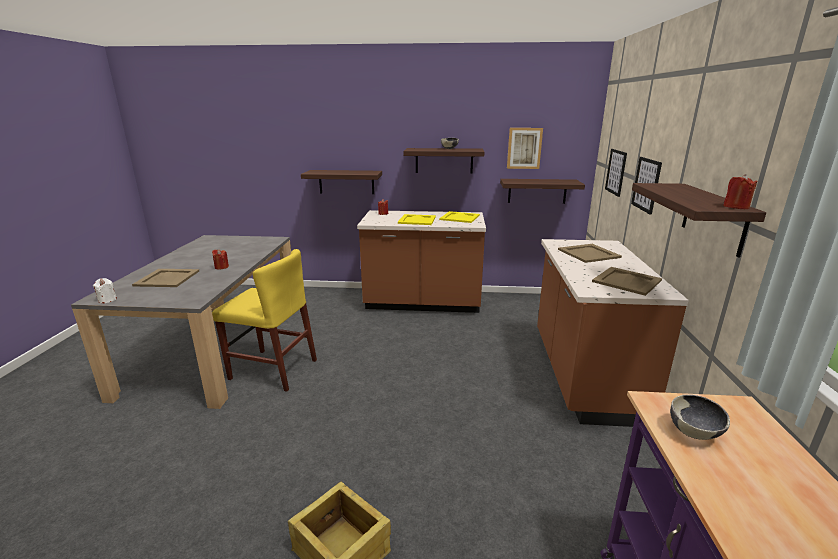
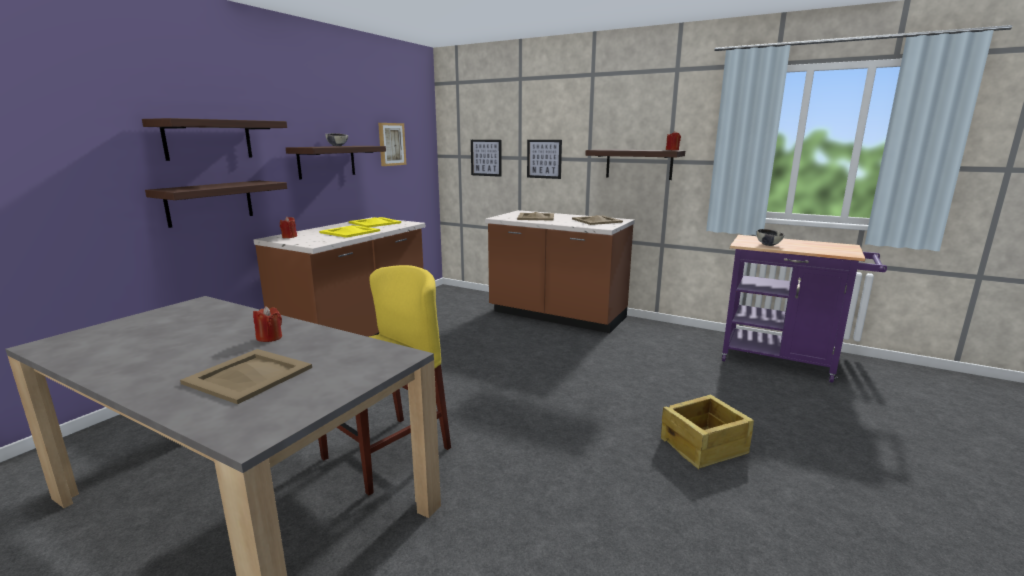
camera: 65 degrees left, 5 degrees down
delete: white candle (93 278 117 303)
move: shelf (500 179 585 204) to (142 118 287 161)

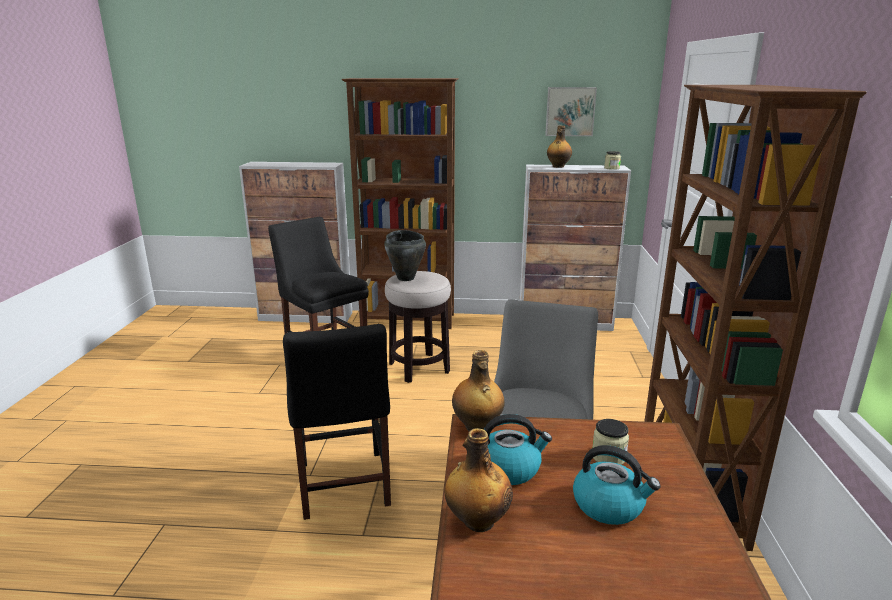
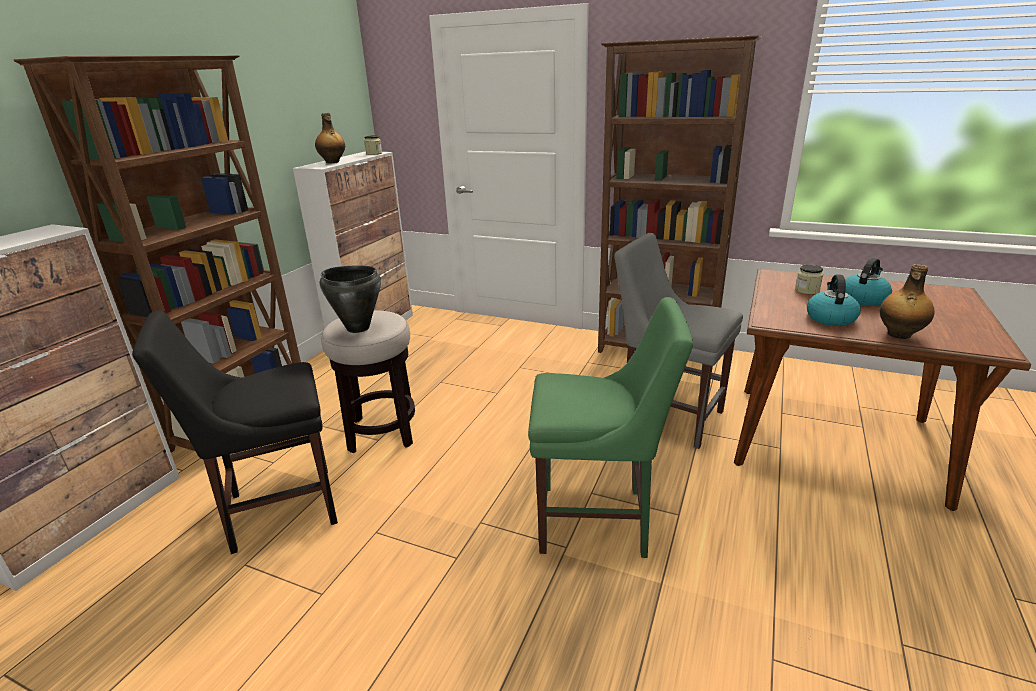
camera: 70 degrees left, 5 degrees up
delete: bottle (452 350 505 431); picture (545 87 597 136)
recolor: black chair (283 324 391 520) to green chair (528 297 693 558)

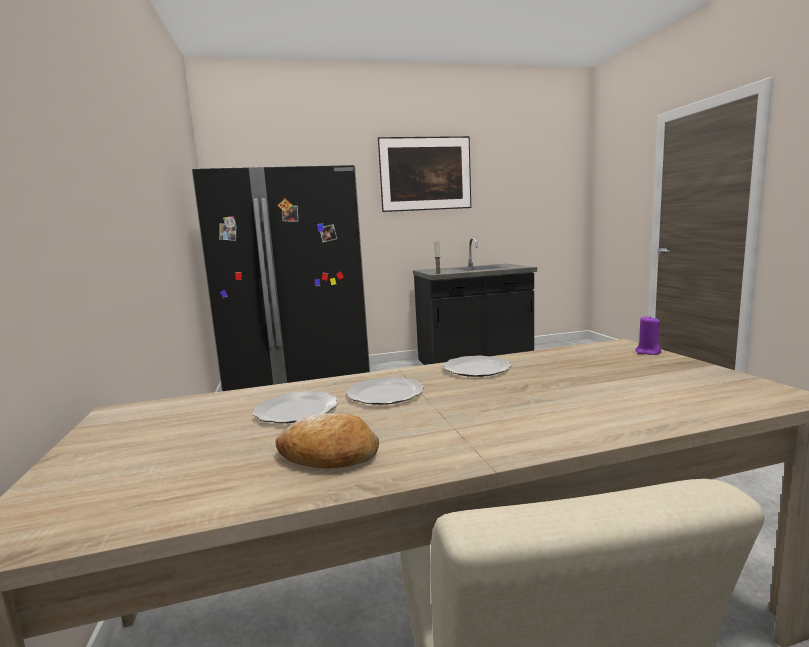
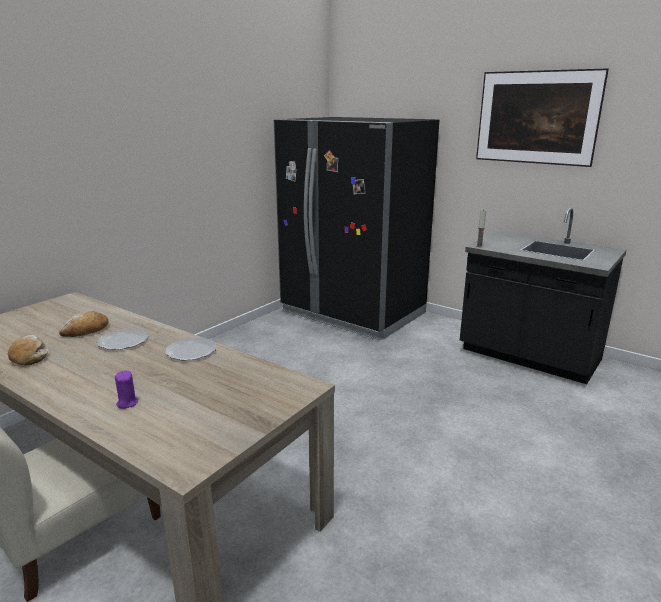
camera: 50 degrees right, 10 degrees up
move: purple candle (635 316 661 355) to (115 370 138 409)
replace: plate (253 391 337 423) to bread (59 311 109 337)

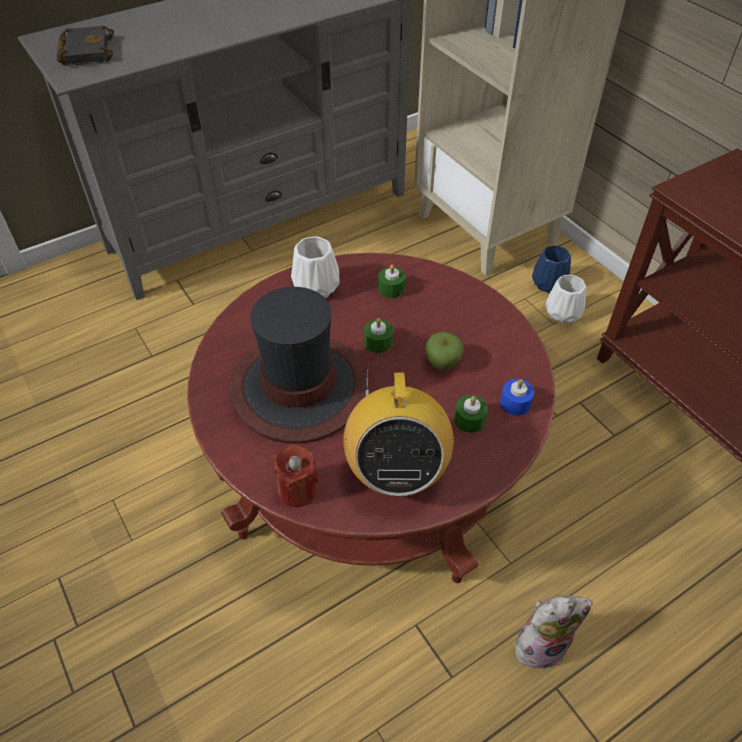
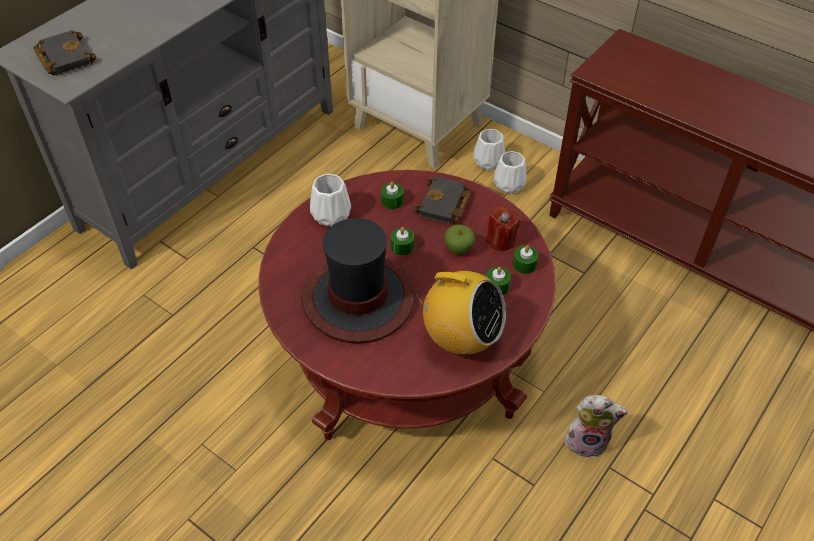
camera: 20 degrees left, 0 degrees up
insert: black book (413 176 472 224)
move: red candle (273 445 318 507) to (486 207 520 251)
recolor: blue vase (532 245 571 293) to white vase (474 129 505 170); blue candle (500 379 534 416) to green candle (513 245 538 274)
rotate: radio (343 368 454 496) = (415 271 506 355) 45 degrees counterclockwise; plush toy (515 596 593 669) = (564 395 628 458) 45 degrees clockwise

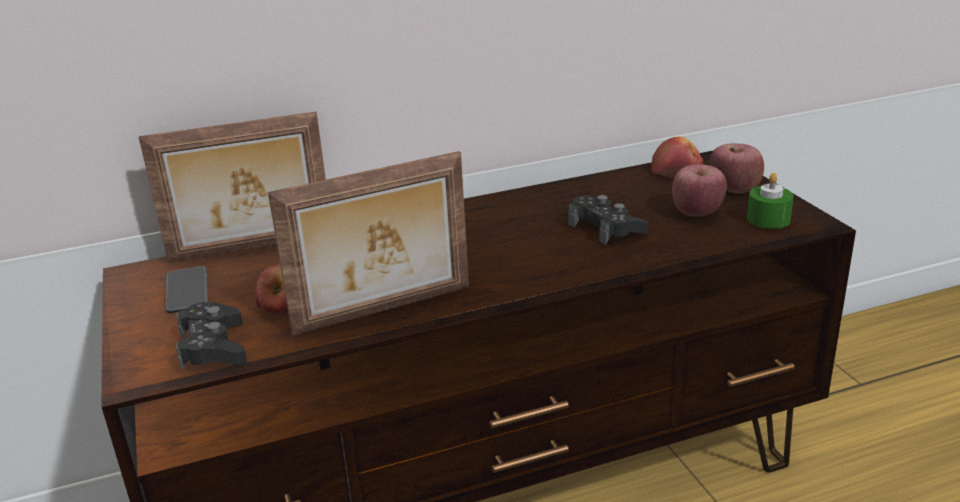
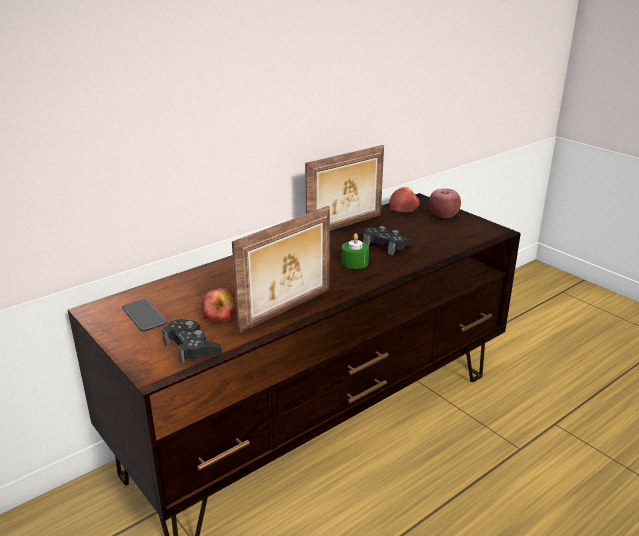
camera: 20 degrees left, 0 degrees up
delete: apple (672 164 727 217)
move: picture frame (139 112 326 263) to (305 145 384 231); green candle (747 173 794 229) to (342 233 369 269)

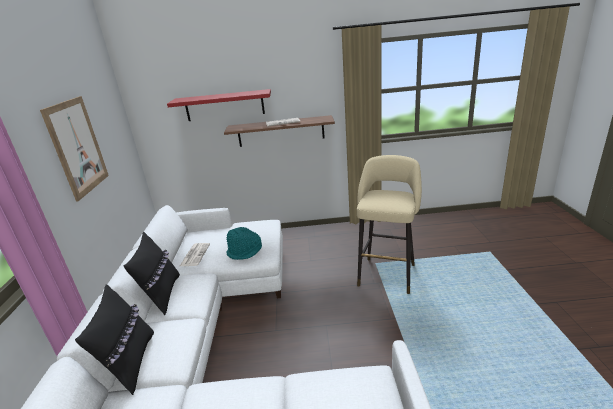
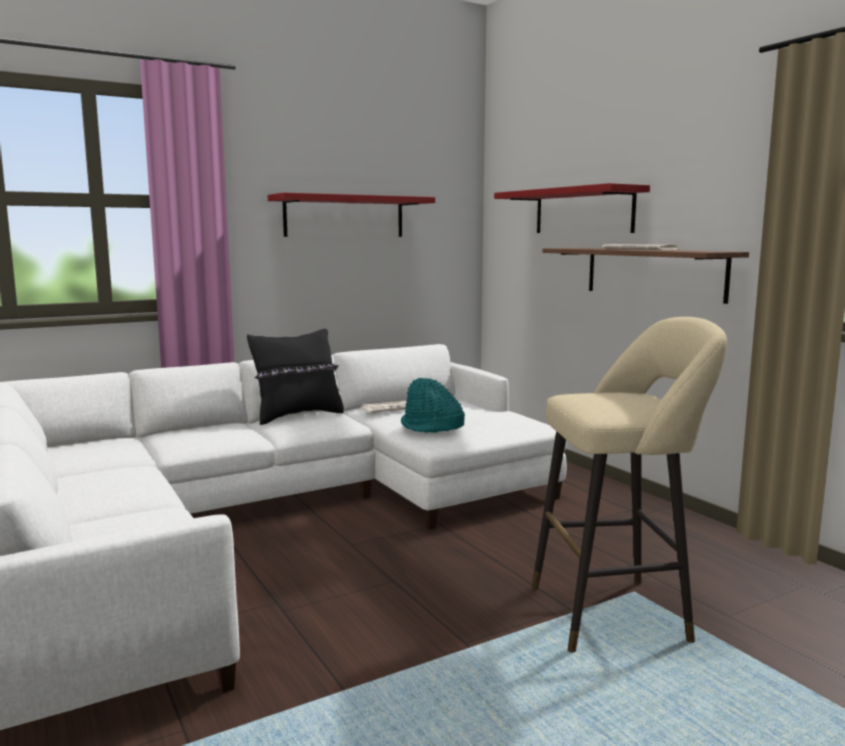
camera: 60 degrees right, 15 degrees down
delete: black pillow (75 284 154 395)
replace: picture (40 96 109 202) to red shelf (268 193 435 237)

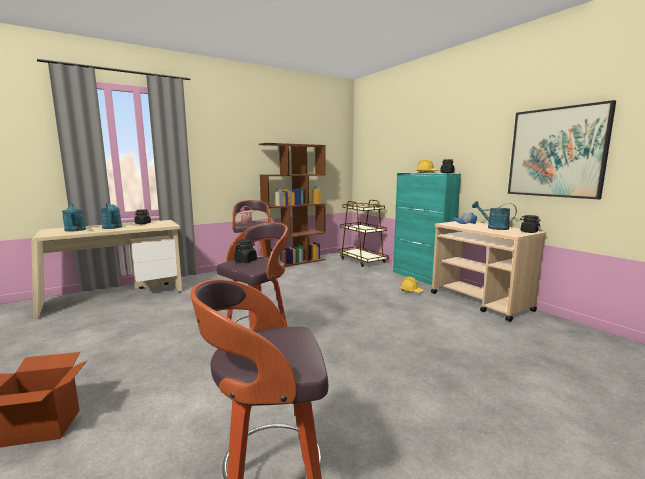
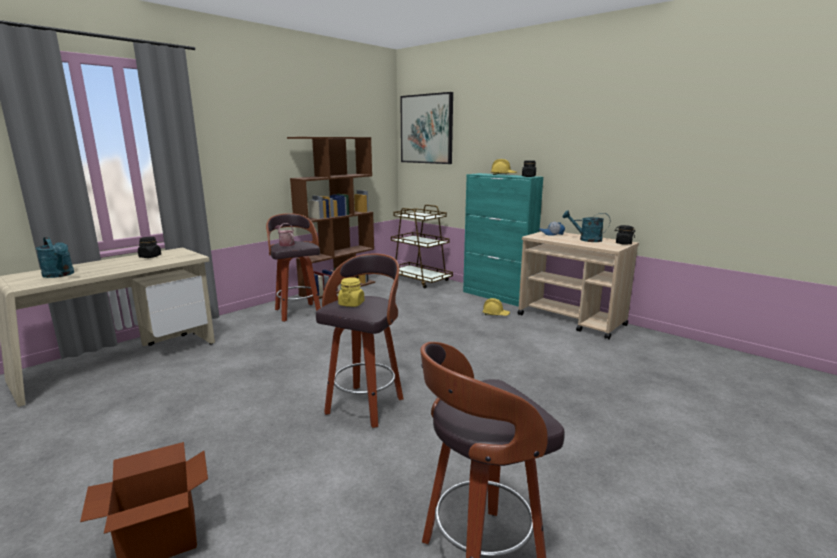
camera: 15 degrees left, 5 degrees up
delete: turquoise watering can (100 203 122 229)
move: picture (508 100 616 199) to (400 92 453 164)
recolor: black jar (234 239 257 263) to yellow jar (338 278 364 307)

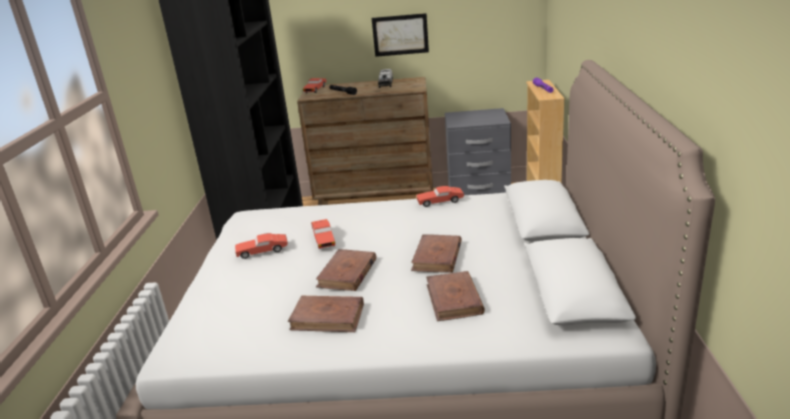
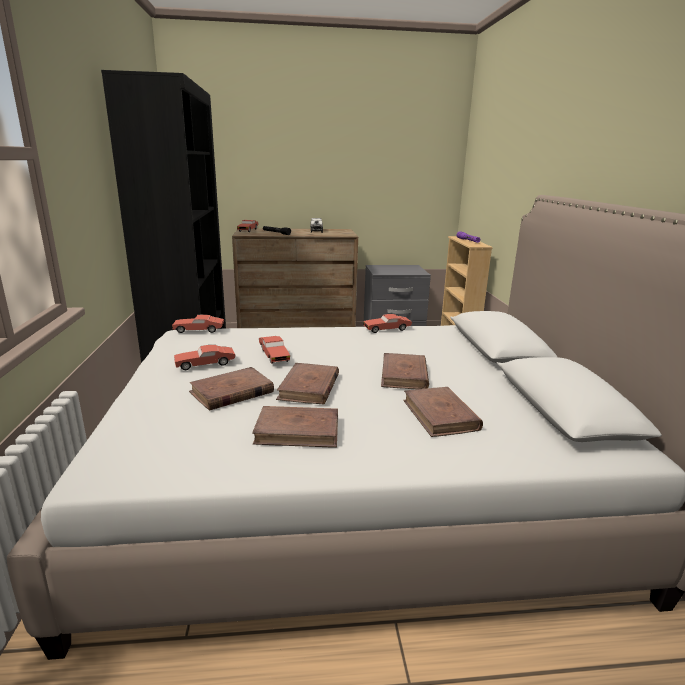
camera: 10 degrees left, 5 degrees down
delete: picture (372 13 429 57)
insert: red toy car (172 315 224 333); brown book (189 367 274 411)

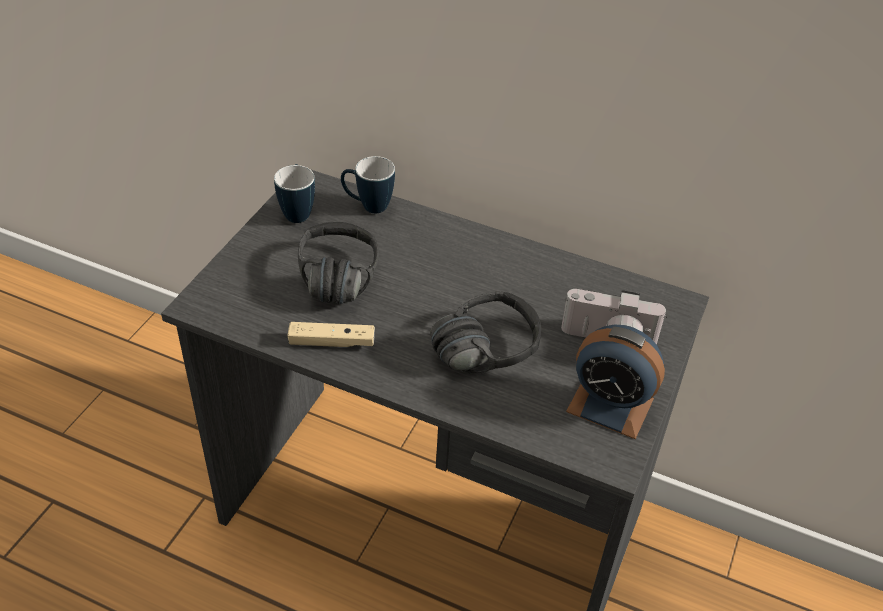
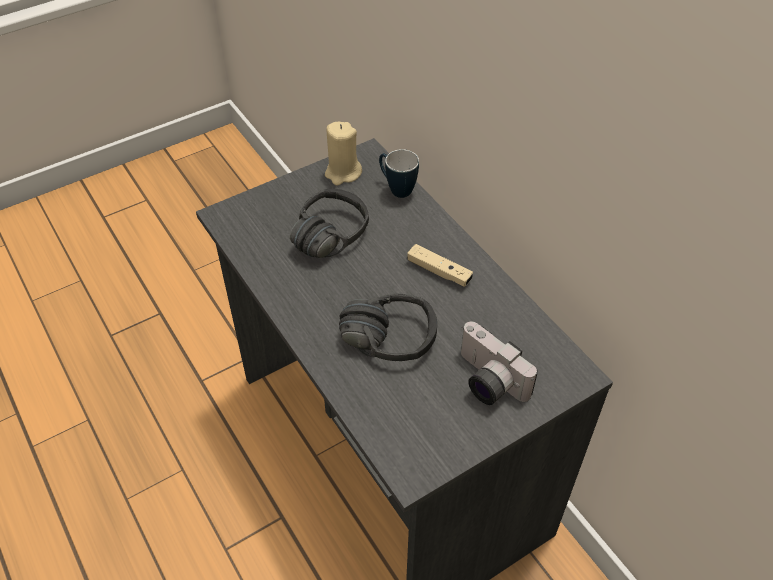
camera: 35 degrees right, 5 degrees up
delete: alarm clock (566 325 665 439)
move: beige game controller (287 322 375 347) to (407 244 473 287)
replace: mug (274 164 315 223) to beige candle (325 122 362 185)

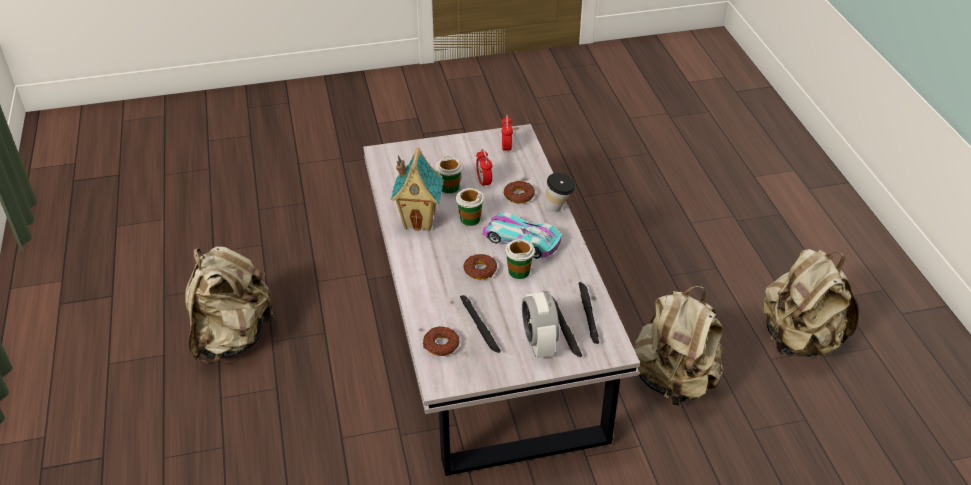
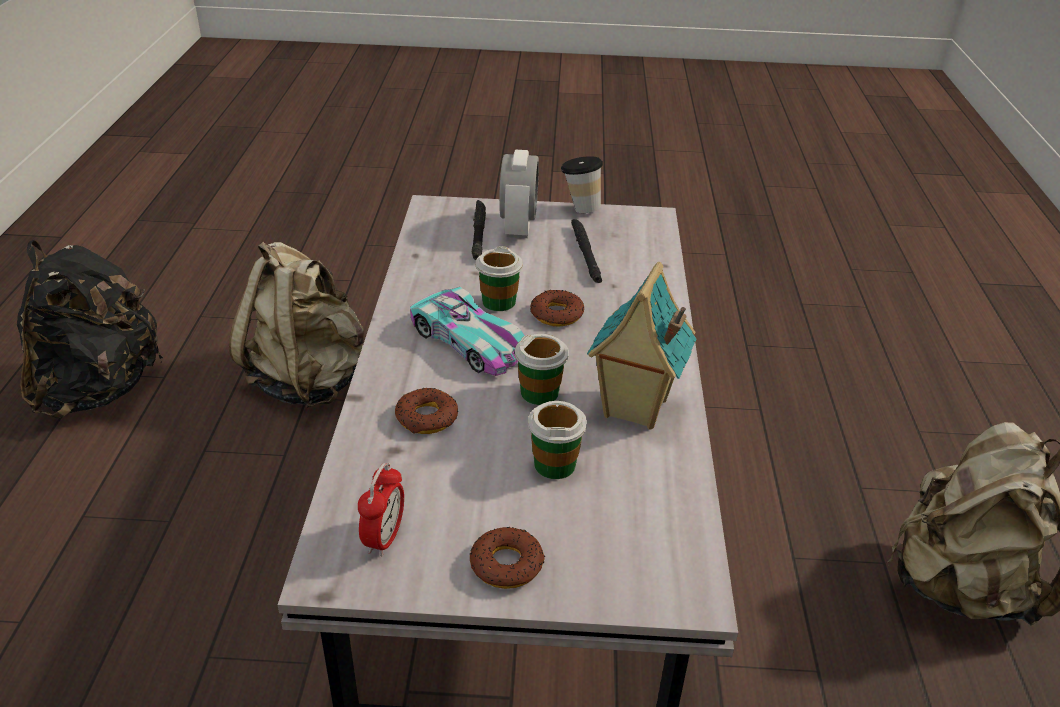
camera: 165 degrees left, 5 degrees down
delete: alarm clock (476 149 492 188); black flashlight (579 282 599 344)
move: donut (423 326 459 356) to (470 527 545 589); cup (544 173 575 212) to (561 156 603 213)
recolor: beige backpack (764 249 859 357) to black backpack (17 240 163 418)

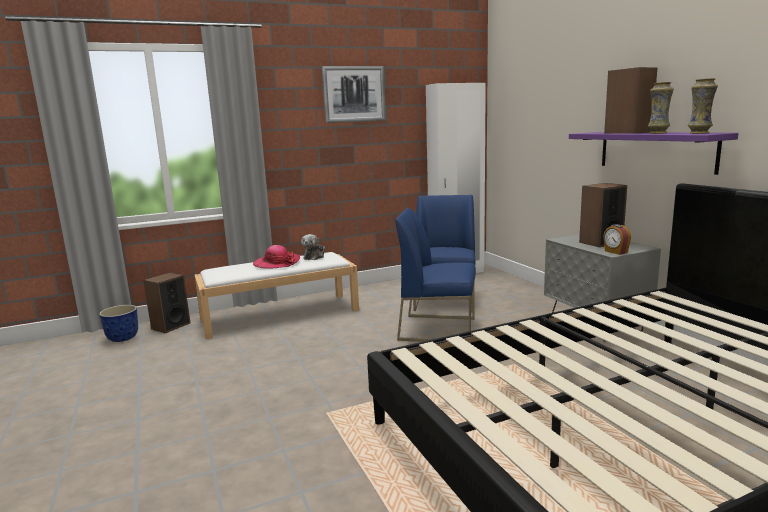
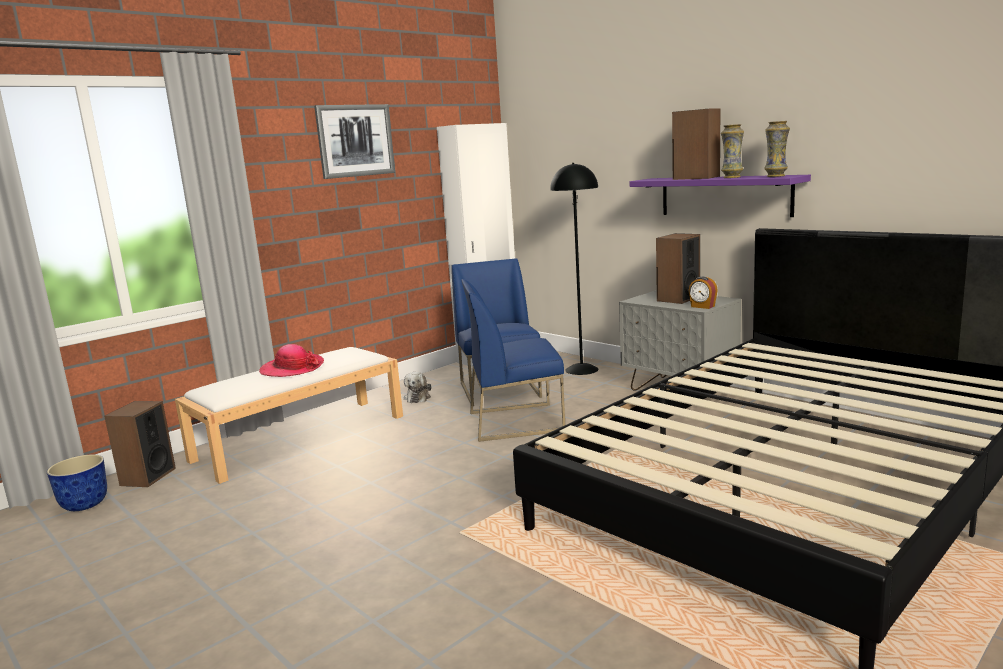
camera: 20 degrees left, 0 degrees up
insert: black floor lamp (550 163 599 375)
move: plush toy (301 234 325 260) to (404 372 431 403)

